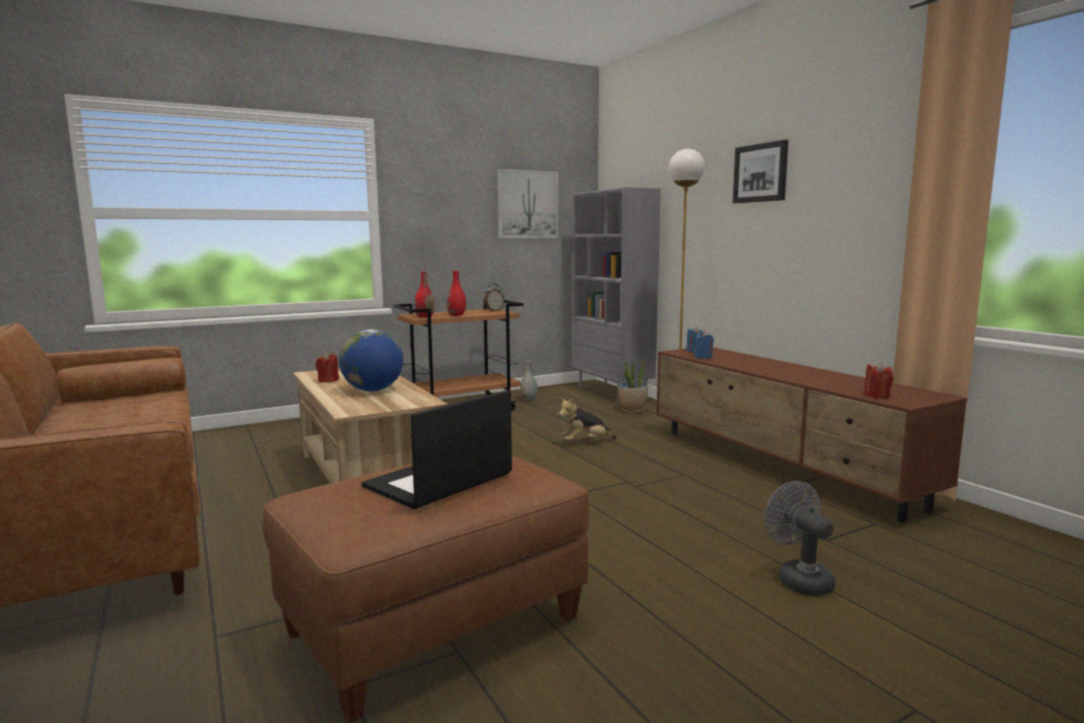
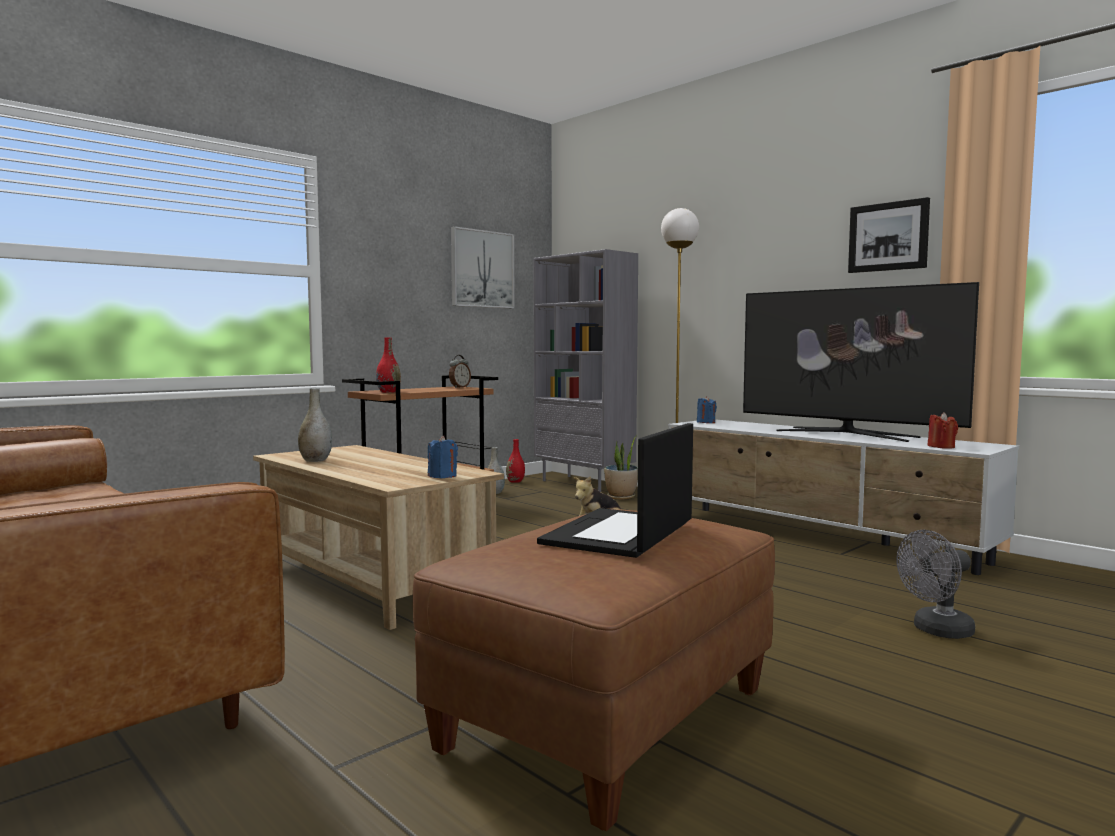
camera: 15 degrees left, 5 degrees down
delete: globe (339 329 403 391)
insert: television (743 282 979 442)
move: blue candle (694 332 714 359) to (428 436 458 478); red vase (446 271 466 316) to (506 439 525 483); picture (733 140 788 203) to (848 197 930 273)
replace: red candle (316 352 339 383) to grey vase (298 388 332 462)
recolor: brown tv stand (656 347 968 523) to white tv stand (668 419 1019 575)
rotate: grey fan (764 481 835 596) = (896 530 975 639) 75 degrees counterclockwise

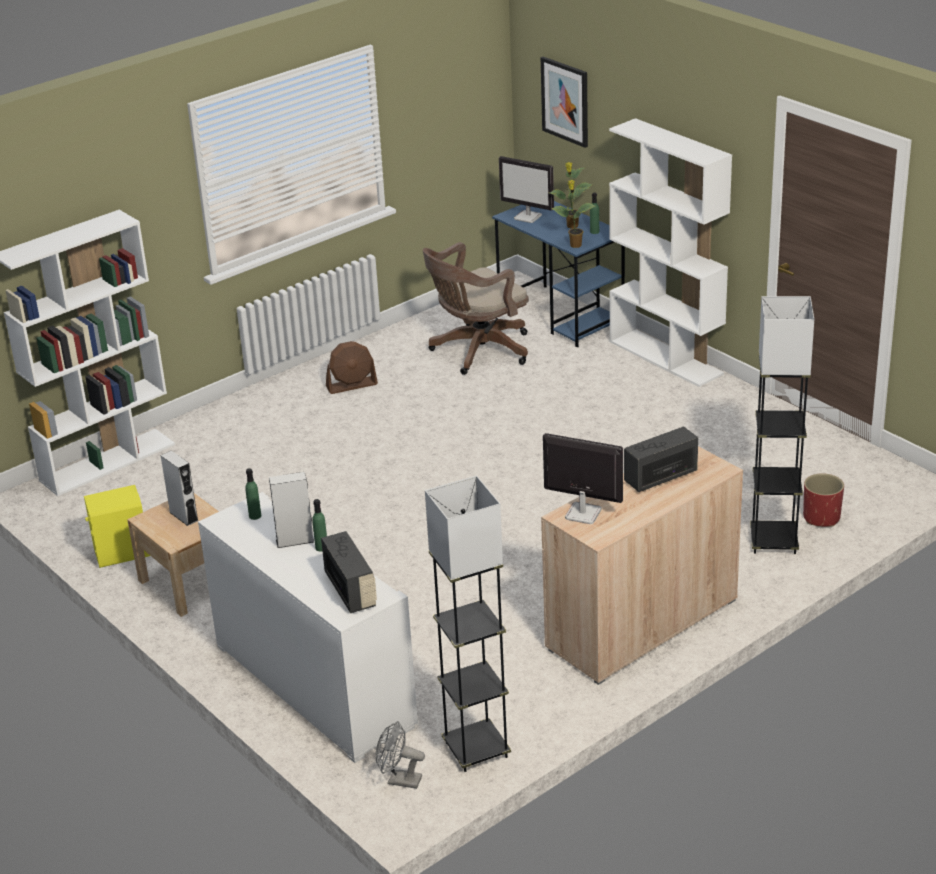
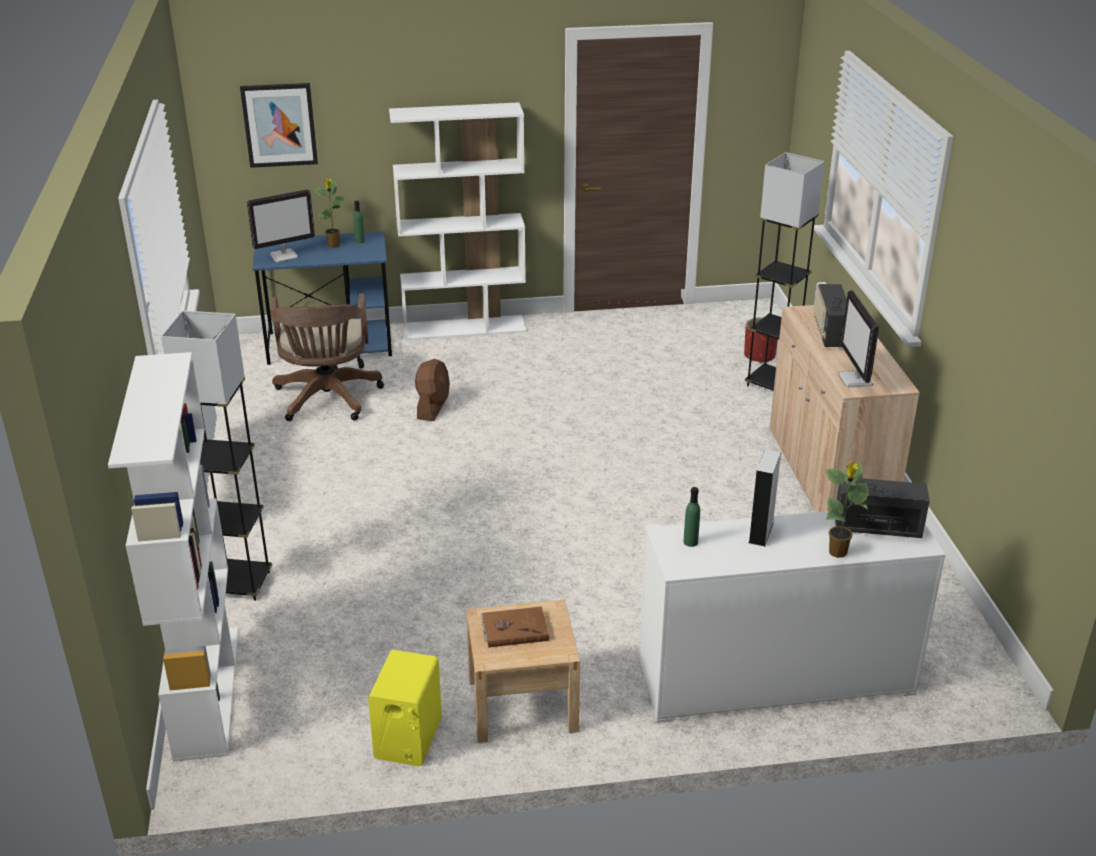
camera: 60 degrees left, 0 degrees up
delete: green bottle (312 499 327 552); grey fan (376 721 425 789)
move: grey floor lamp (425 475 511 772) to (161 310 272 601); brown fan (326 341 378 394) to (415 359 450 421); potted plant (551 180 595 248) to (825 461 869 558)
replace: grey speaker (160 451 199 526) to brown book (481 607 549 648)
rotate: monitor (543 433 623 524) = (838 290 879 387) 60 degrees counterclockwise

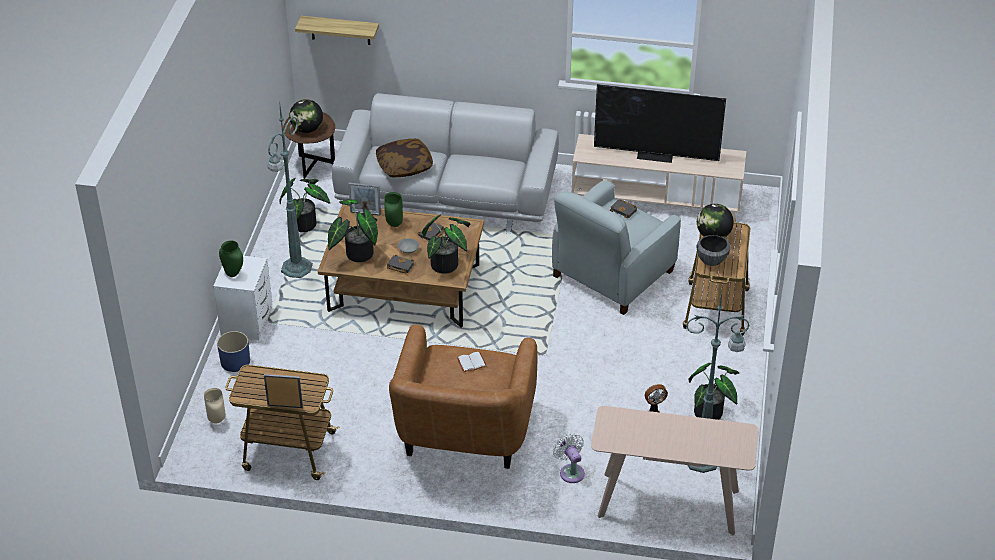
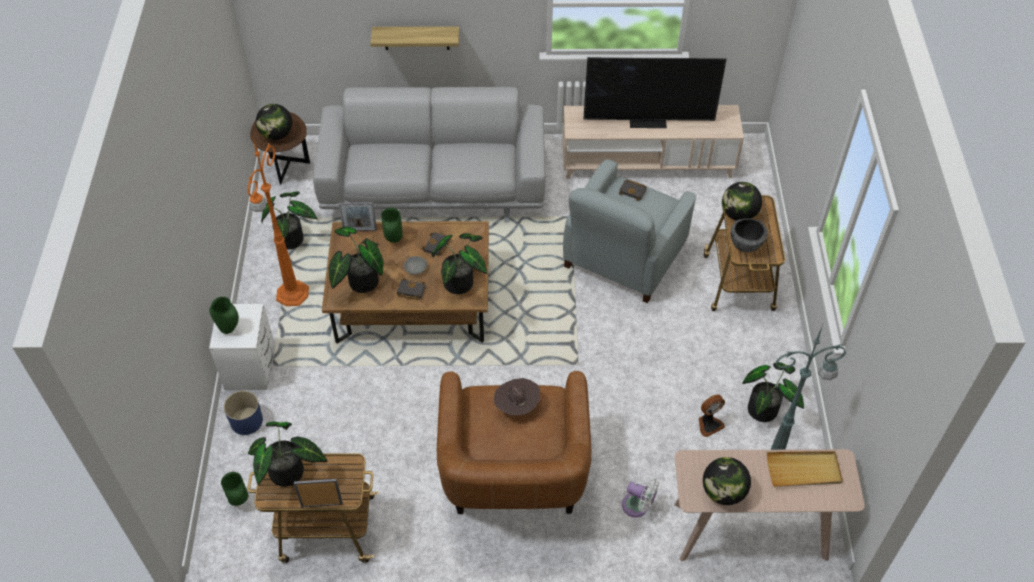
camera: 10 degrees left, 10 degrees up
delete: pillow (376 139 433 177)
insert: potted plant (248 422 327 487); globe (703 457 751 505); beige tray (767 451 843 487)
move: shelf (295 16 379 45) to (370 26 459 50)
replace: white book (457 352 487 372) to brown hat (494 378 540 415)
recolor: beige vase (204 388 226 424) to green vase (221 472 248 506); green floor lamp (267 107 313 278) to orange floor lamp (247 138 309 306)
rotate: white fan (553 433 585 483) = (622 478 659 517) 150 degrees clockwise

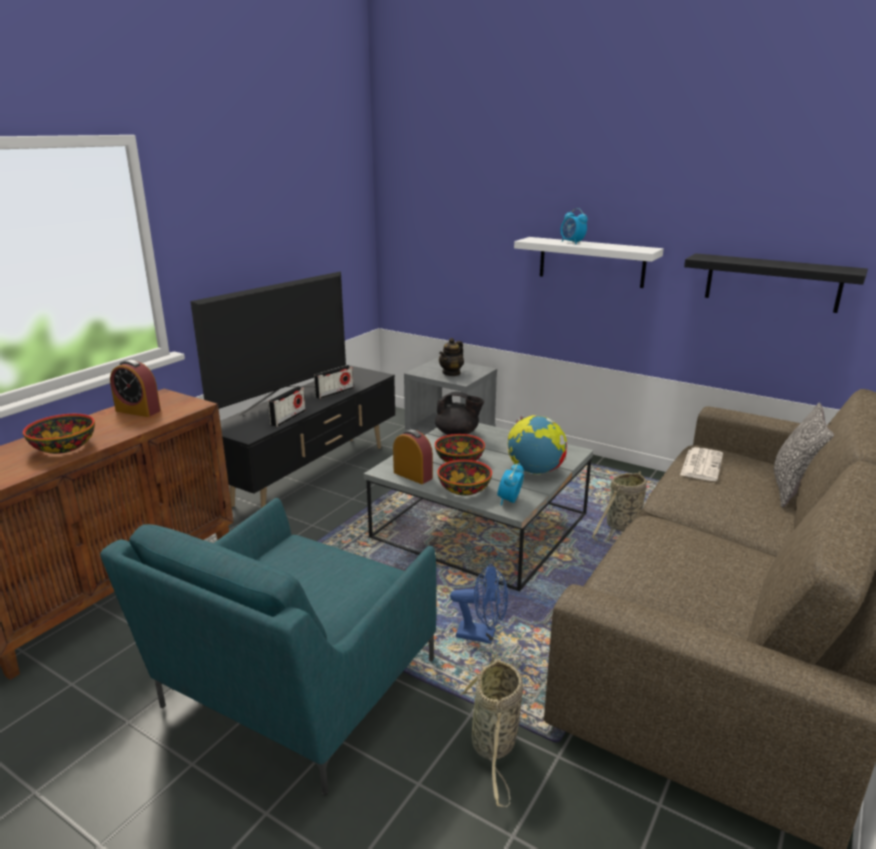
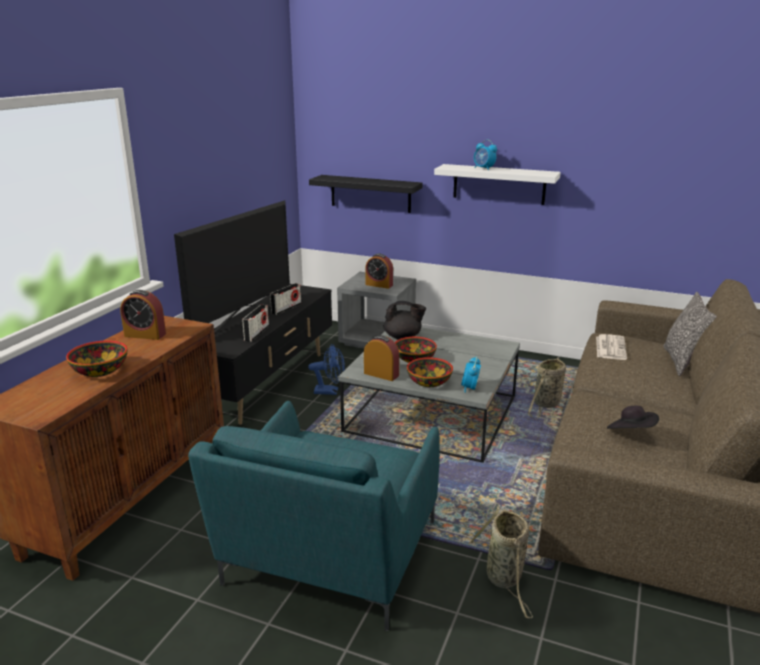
camera: 10 degrees left, 0 degrees up
delete: globe (508 415 567 475)
insert: black hat (607 406 659 429)
move: blue fan (450 564 508 644) to (308 344 345 395); black shelf (684 253 868 313) to (309 175 422 213)
replace: teapot (439 338 464 376) to alarm clock (365 254 393 289)

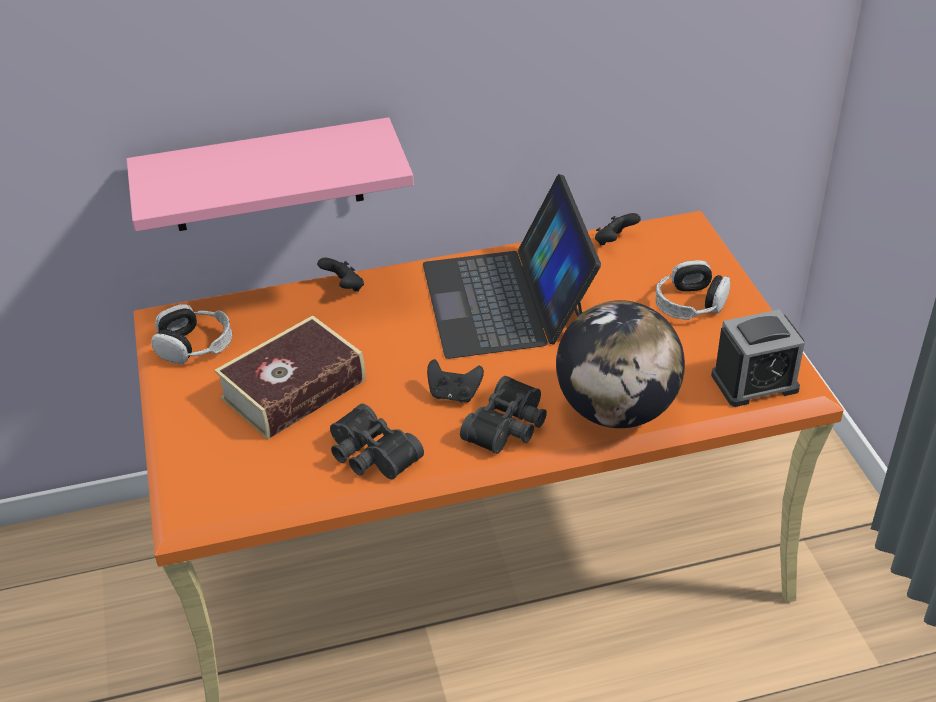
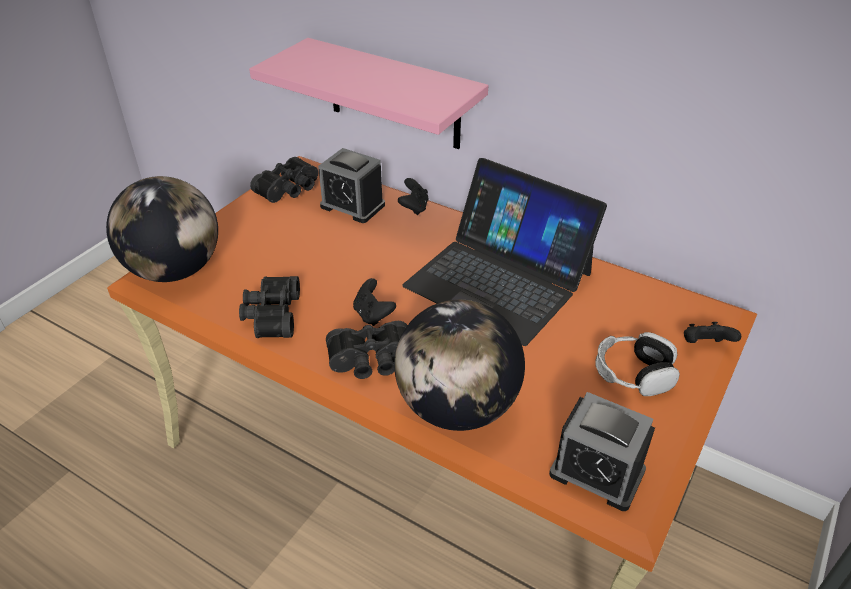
camera: 45 degrees right, 0 degrees up
delete: book (214 315 365 440)
insert: globe (106 176 218 282); alarm clock (318 148 385 223)
move: black game controller (595 213 641 246) to (684 322 741 343)
replace: headphones (151 304 232 364) to black binoculars (250 157 318 203)
rotate: laptop (423 174 601 359) = (402 158 607 346) 90 degrees counterclockwise

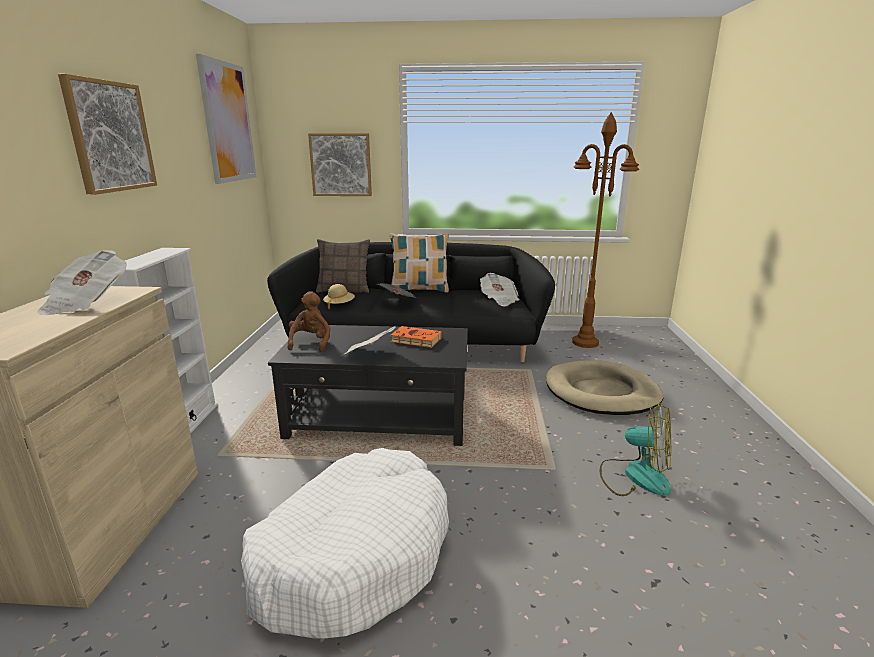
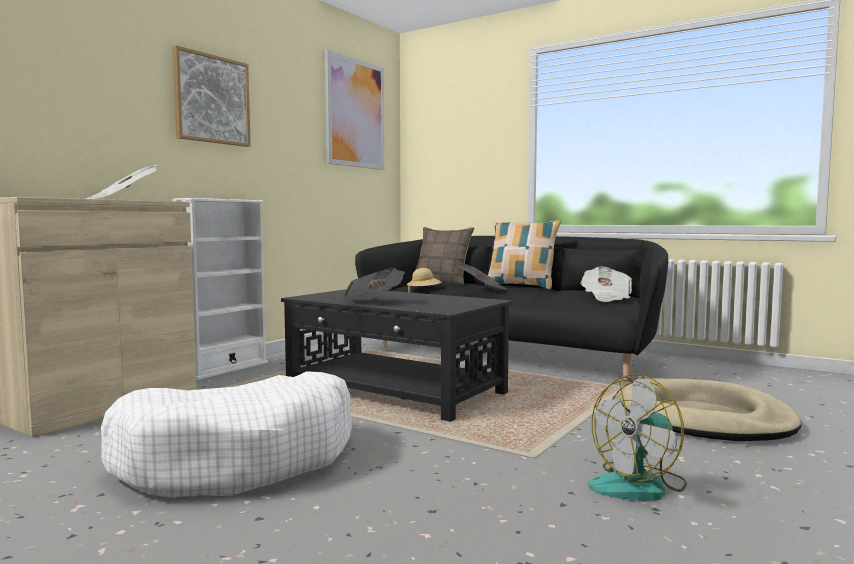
camera: 30 degrees right, 15 degrees down
delete: brown plush toy (288 291 330 352); picture (308 133 372 196); orange book (390 326 442 348); brown floor lamp (572 112 639 348)
rotate: fan (600 403 671 496) = (588 374 687 501) 90 degrees clockwise

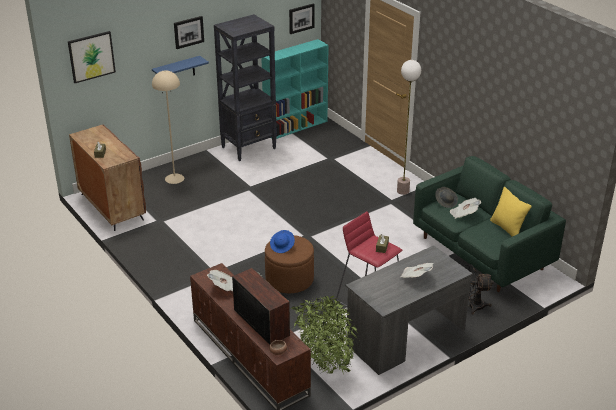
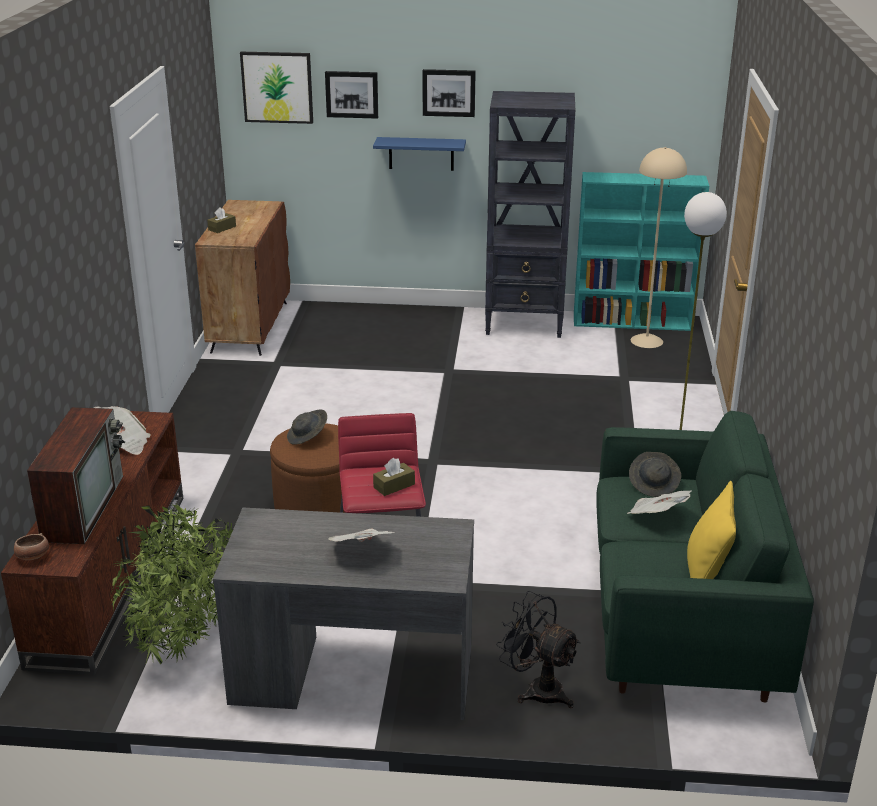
camera: 40 degrees right, 5 degrees down
move: picture (289 4 315 34) to (325 71 378 119); beige floor lamp (152 70 184 184) to (631 147 687 348)
recolor: blue hat (270 230 295 253) to grey hat (287 410 327 445)

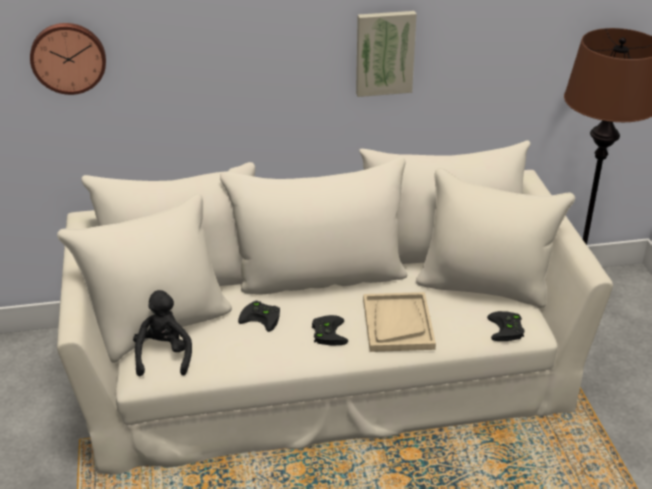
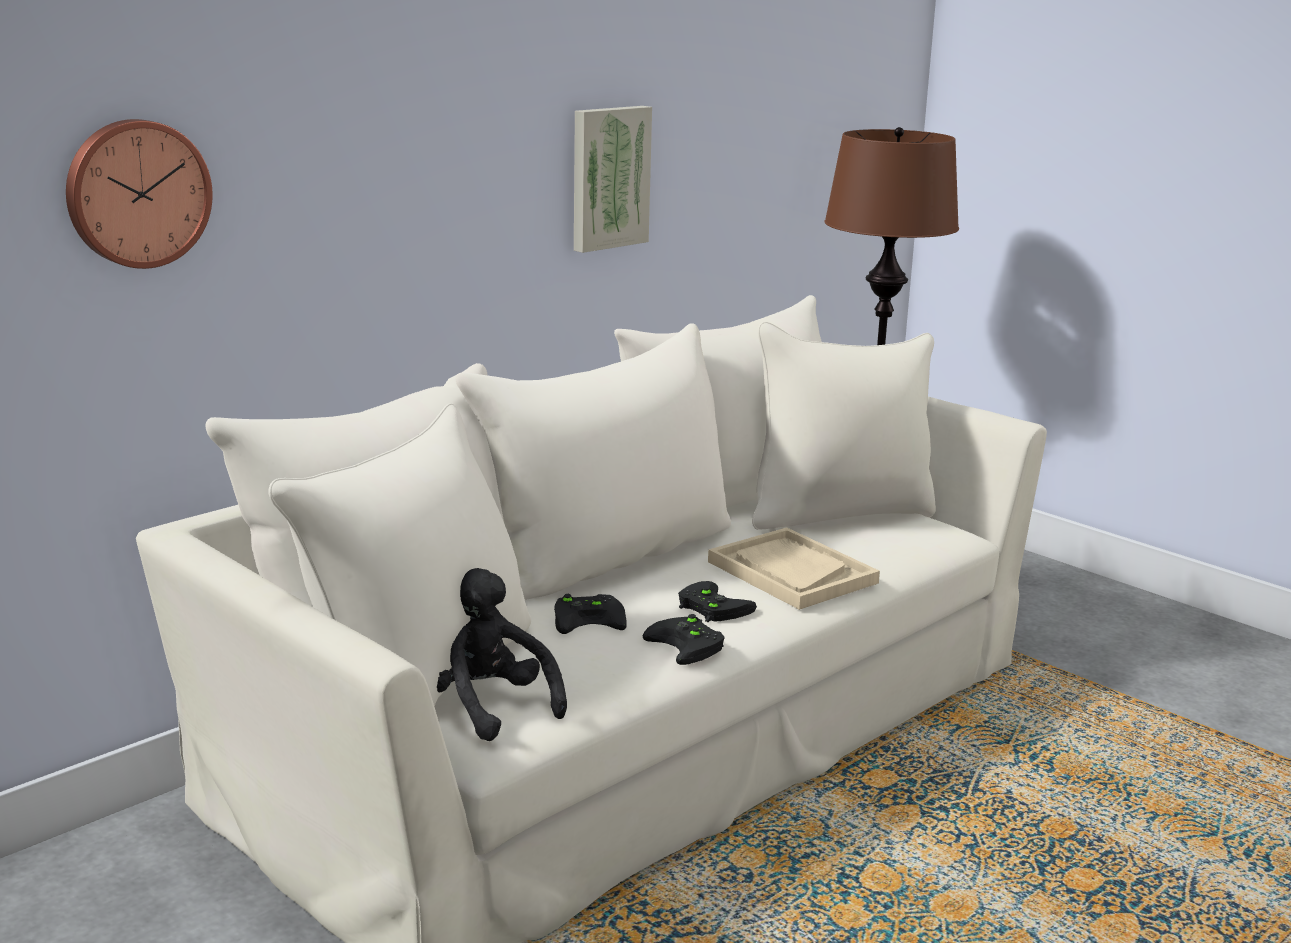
camera: 35 degrees left, 15 degrees down
move: black game controller (487 311 525 341) to (643 614 725 665)

